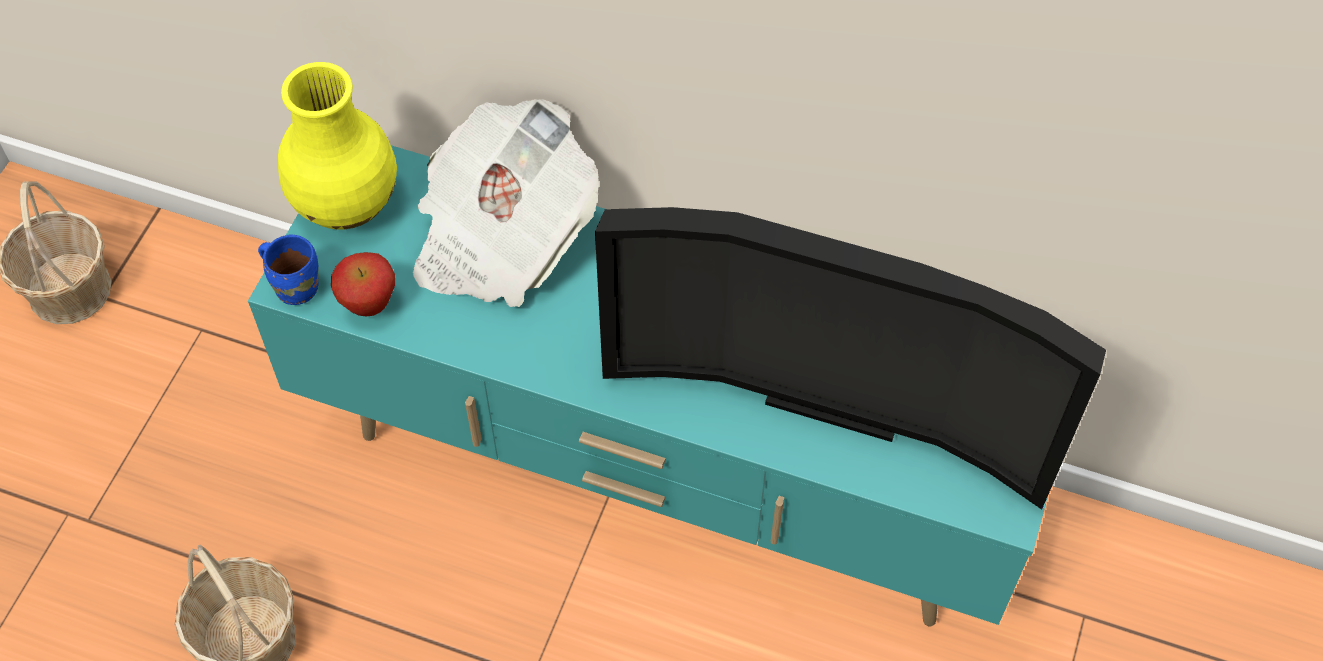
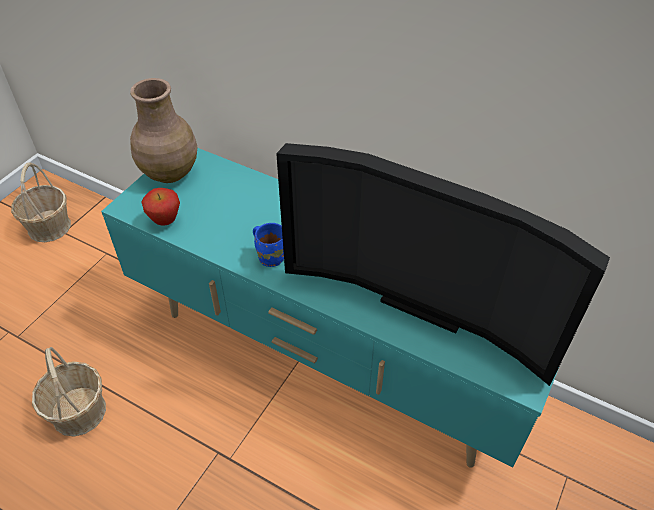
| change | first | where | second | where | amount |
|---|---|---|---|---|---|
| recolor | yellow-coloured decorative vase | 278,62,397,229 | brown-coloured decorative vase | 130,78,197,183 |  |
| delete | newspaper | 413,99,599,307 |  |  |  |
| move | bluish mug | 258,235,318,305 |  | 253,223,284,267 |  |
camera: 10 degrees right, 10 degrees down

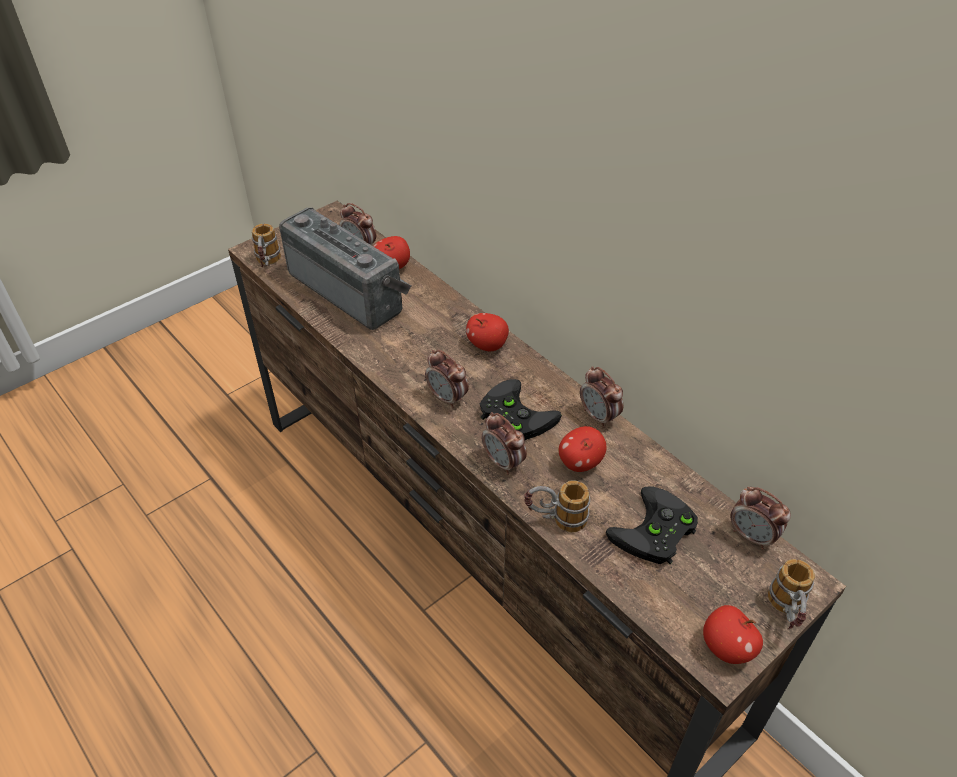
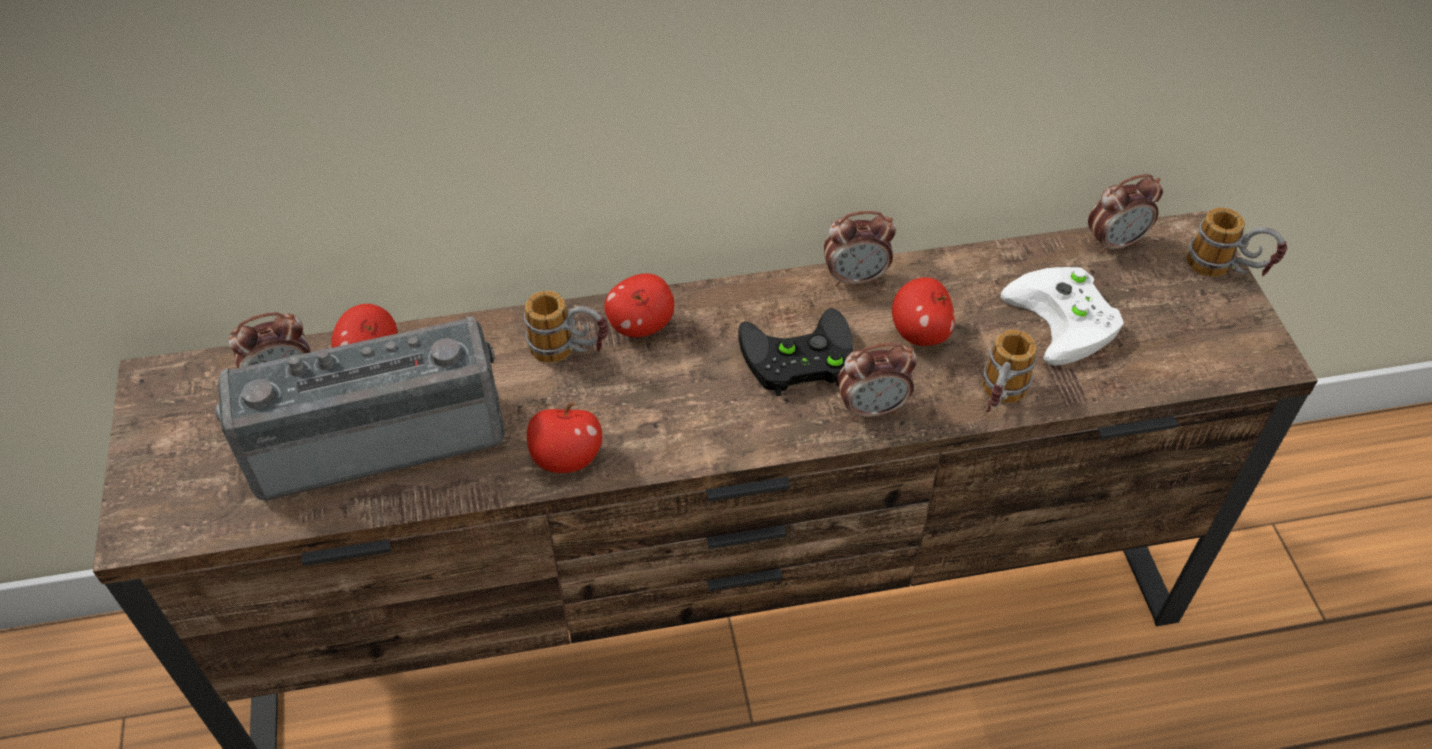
| change | first | where | second | where | amount |
|---|---|---|---|---|---|
| move | mug | 252,224,281,267 |  | 524,291,608,363 |  |
| delete | bedside clock | 425,350,469,408 |  |  |  |
| recolor | blackish joypad | 606,486,698,564 | white-coloured joypad | 1001,267,1124,366 |  |
| move | apple | 703,605,763,664 |  | 527,403,602,473 |  |
camera: 60 degrees left, 5 degrees up

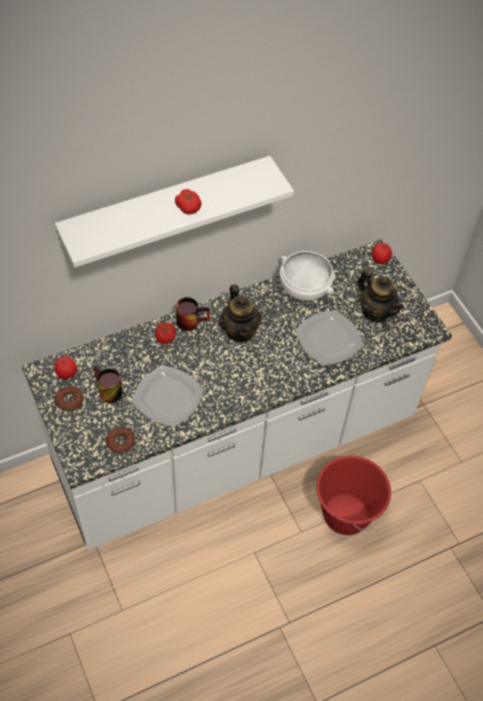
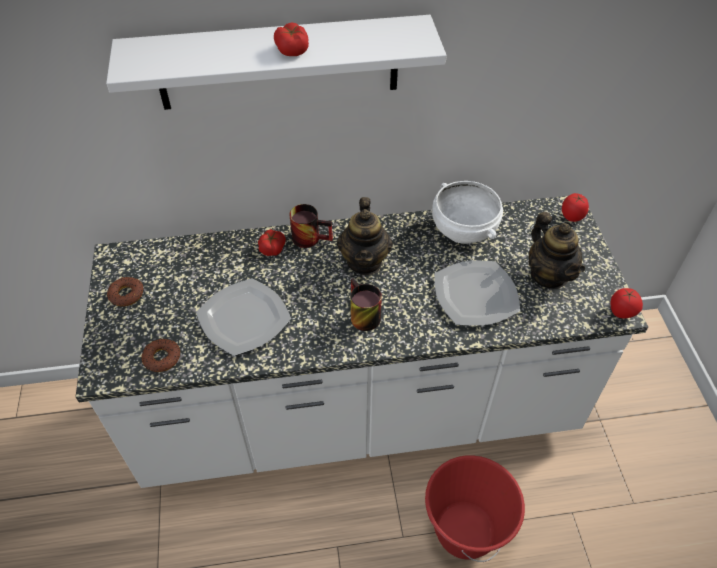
| change | first | where | second | where | amount |
|---|---|---|---|---|---|
| move | whole tomato | 55,356,77,379 |  | 611,288,643,318 |  |
| move | mug | 94,366,123,403 |  | 351,278,382,331 |  |
camera: 20 degrees right, 5 degrees down

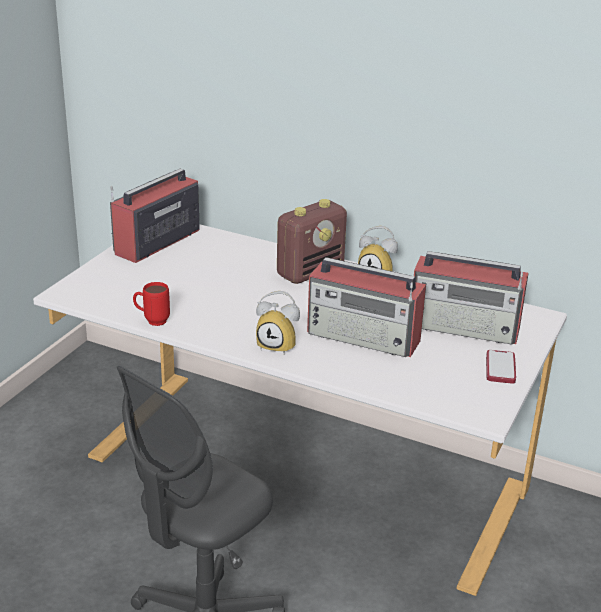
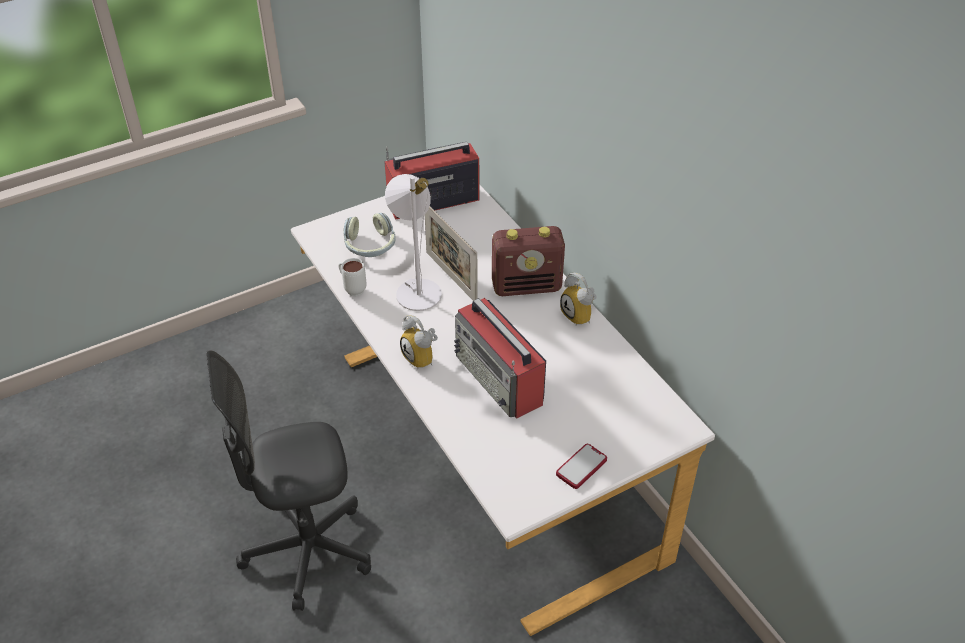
| change | first | where | second | where | amount |
|---|---|---|---|---|---|
| delete | radio receiver | 414,251,529,345 |  |  |  |
| recolor | reddish mug | 133,282,170,326 | white-coloured mug | 338,258,366,296 |  |
| insert |  |  | white-coloured table lamp | 385,174,442,311 |  |
| insert |  |  | standing frame | 425,206,478,301 |  |
| insert |  |  | headset | 344,213,396,257 |  |
camera: 35 degrees right, 15 degrees up

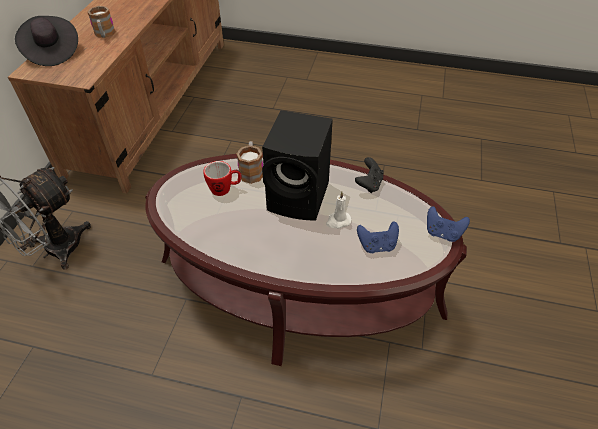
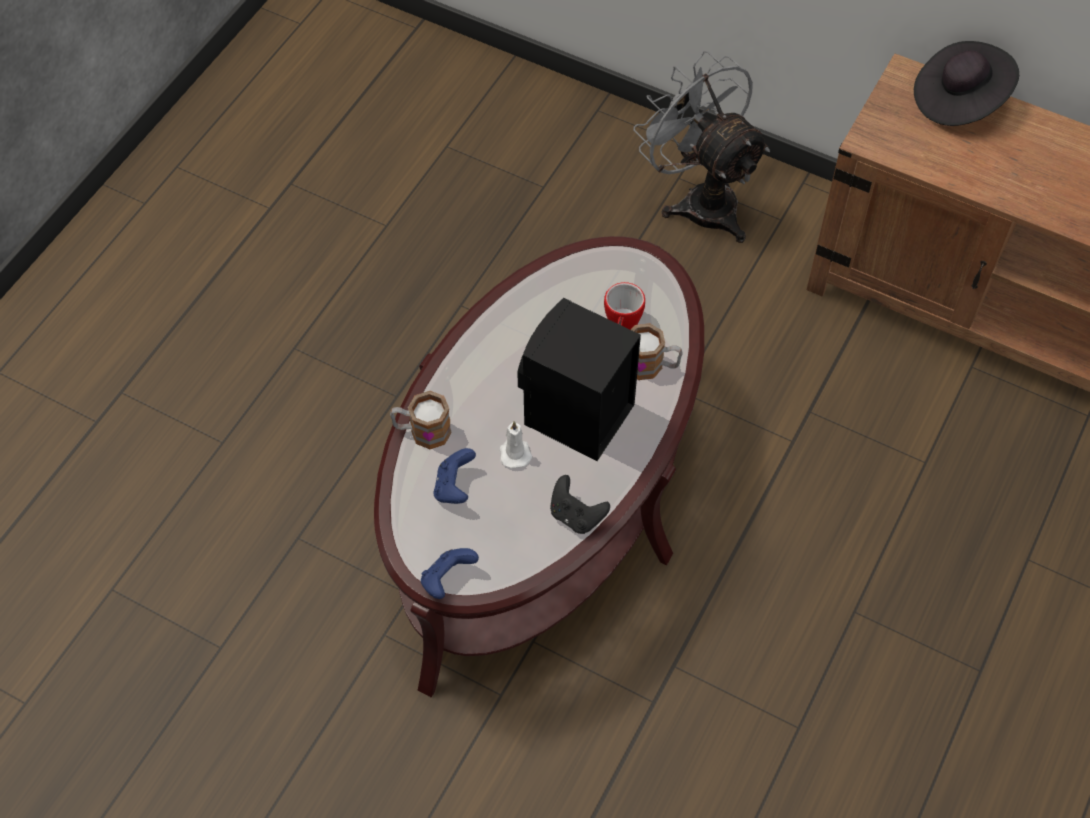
| change | first | where | second | where | amount |
|---|---|---|---|---|---|
| move | mug | 87,6,116,38 |  | 390,391,452,449 |  |
camera: 105 degrees right, 10 degrees up

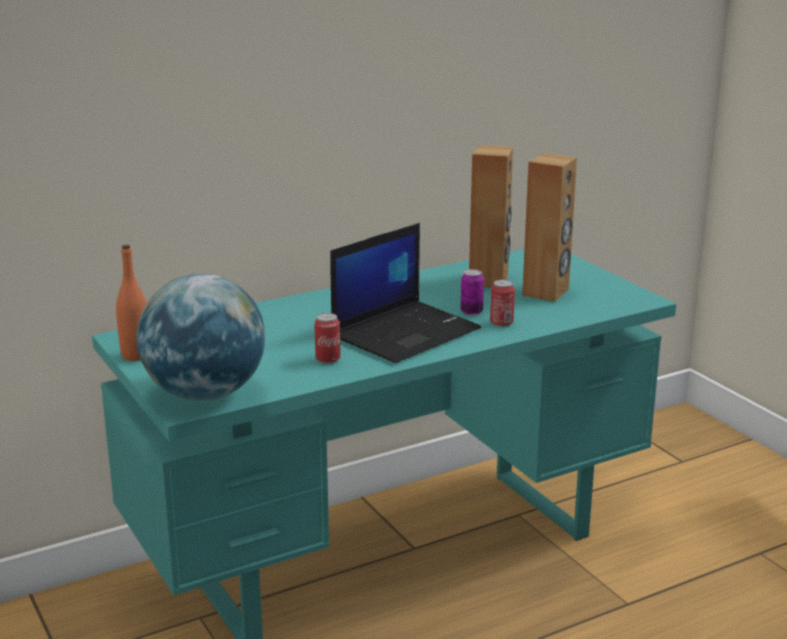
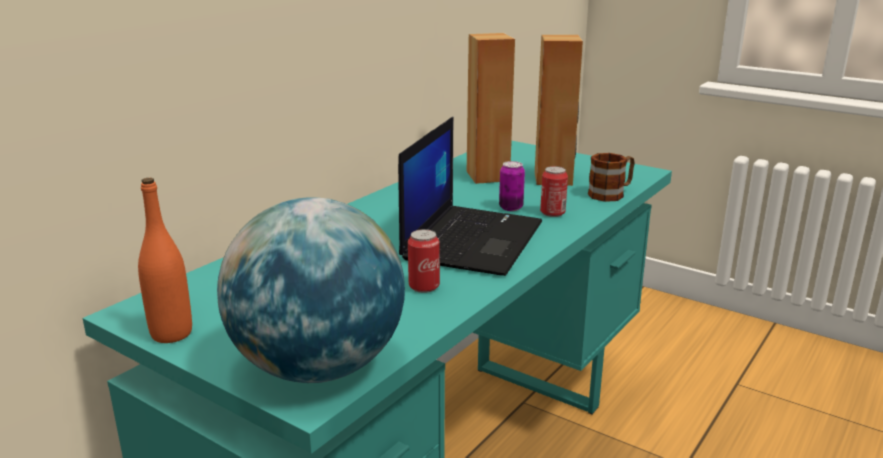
| change | first | where | second | where | amount |
|---|---|---|---|---|---|
| insert |  |  | mug | 588,153,635,202 |  |
camera: 25 degrees left, 0 degrees up

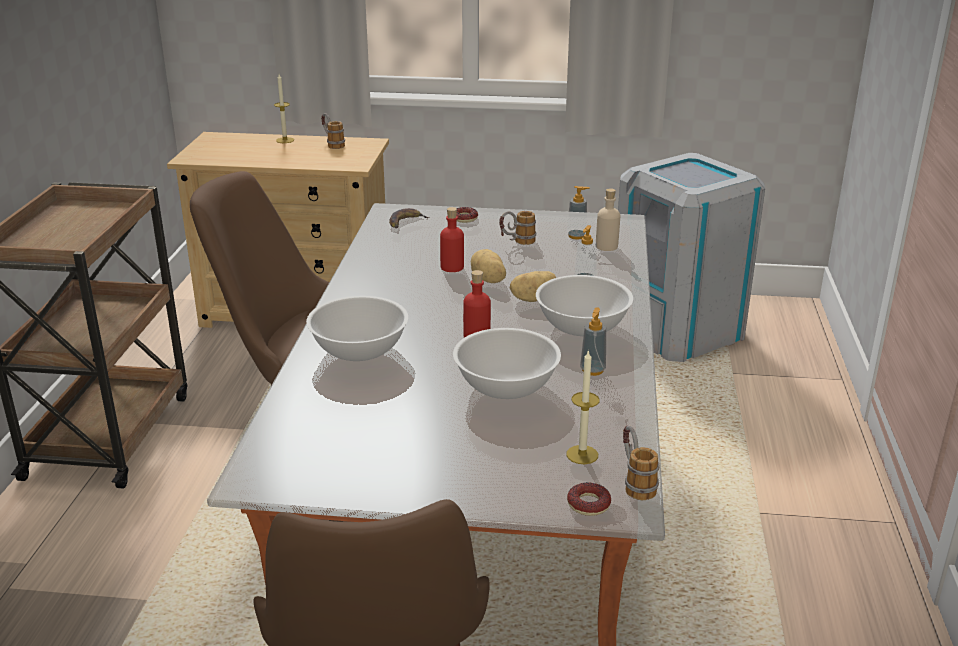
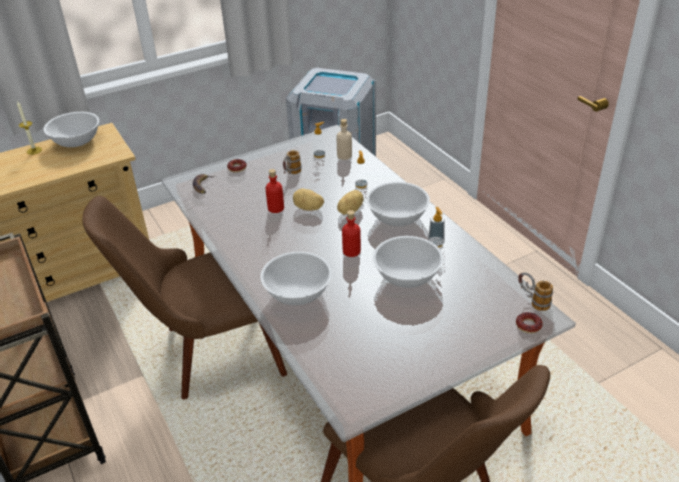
| change | first | where | second | where | amount |
|---|---|---|---|---|---|
| replace | mug | 321,113,345,149 | white-coloured deep dish | 44,112,99,147 |  |
| delete | candle | 566,350,600,464 |  |  |  |
camera: 35 degrees left, 10 degrees up

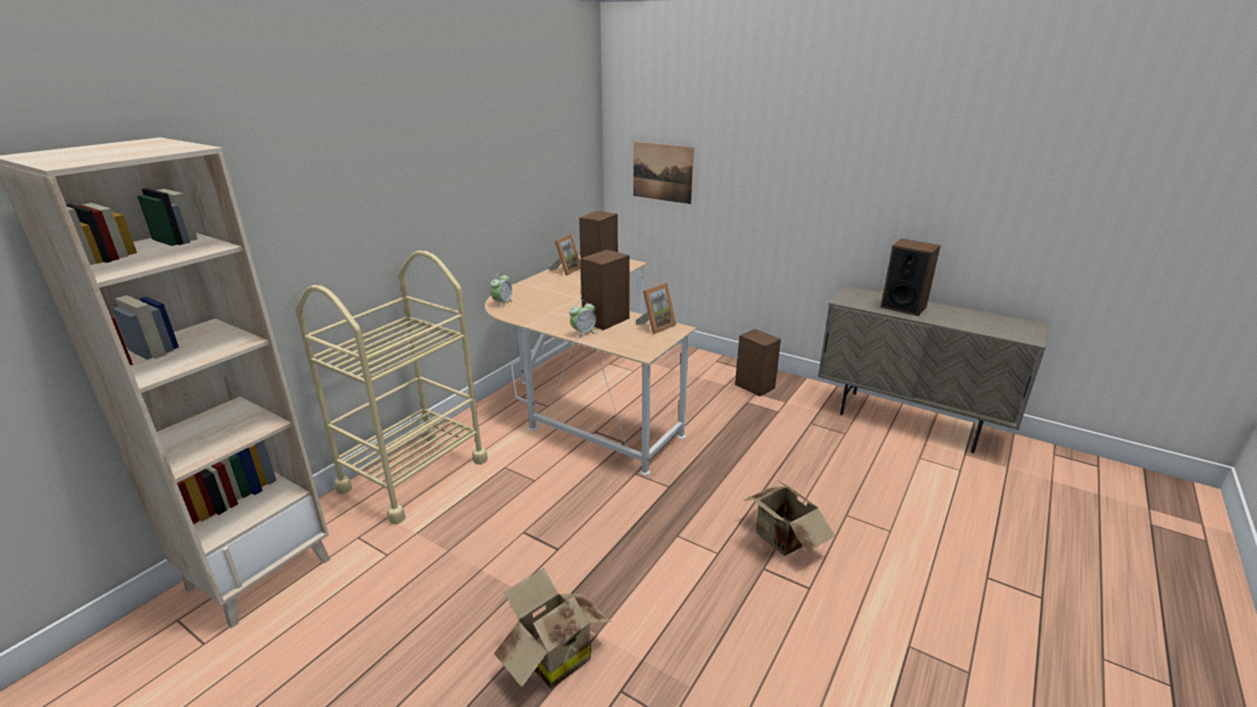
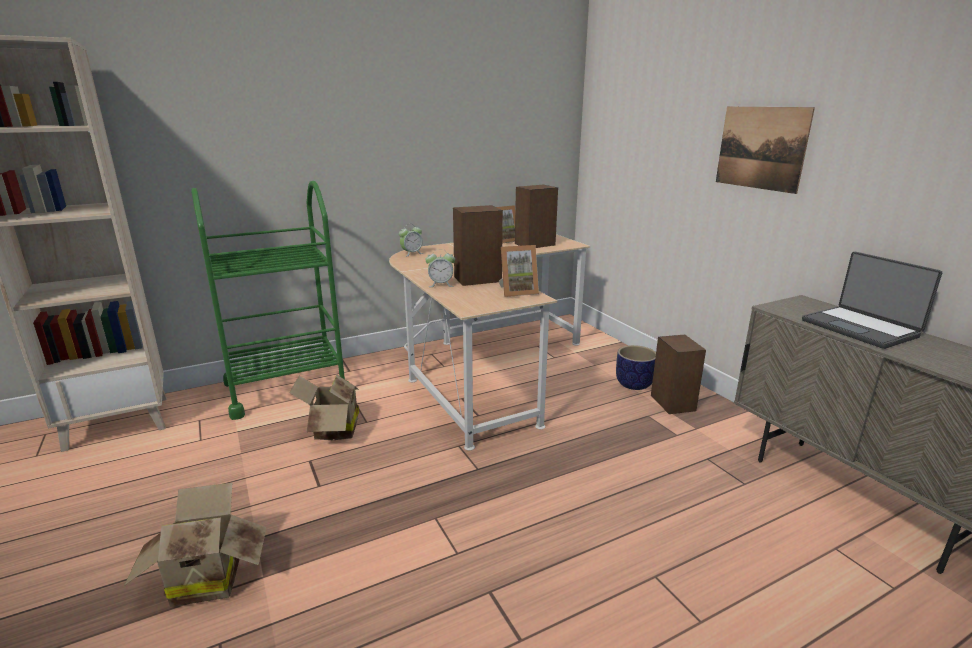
| change | first | where | second | where | amount |
|---|---|---|---|---|---|
| move | wall picture | 633,142,694,204 |  | 716,107,815,194 |  |
| replace | loudspeaker | 881,239,941,316 | laptop | 802,252,942,349 |  |
| recolor | beige wheeled cart | 295,251,488,524 | greenish wheeled cart | 191,181,345,420 |  |
| move | packing box | 743,481,835,556 |  | 289,375,359,440 |  |
| insert |  |  | planter | 616,345,656,390 |  |
camera: 30 degrees right, 5 degrees down

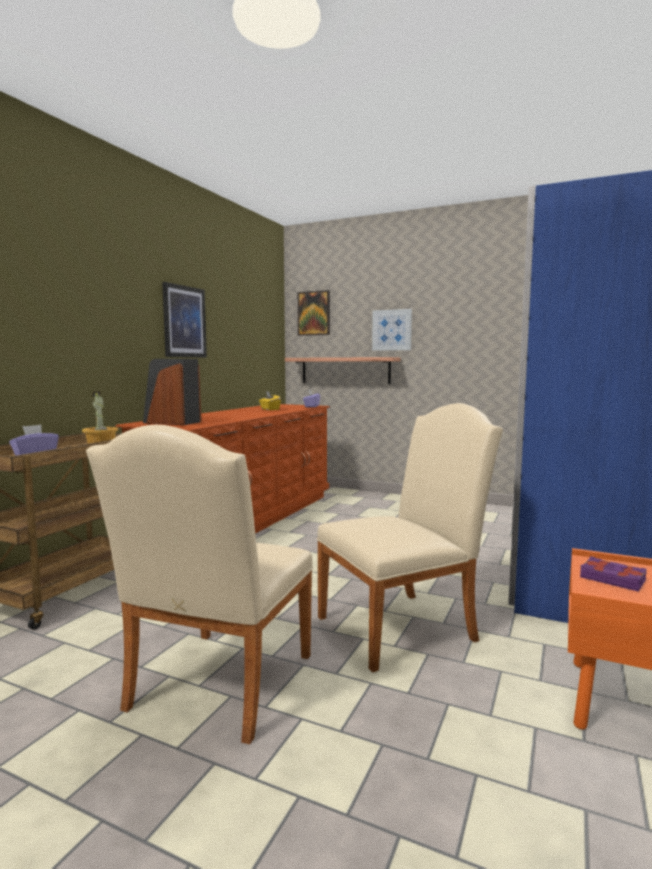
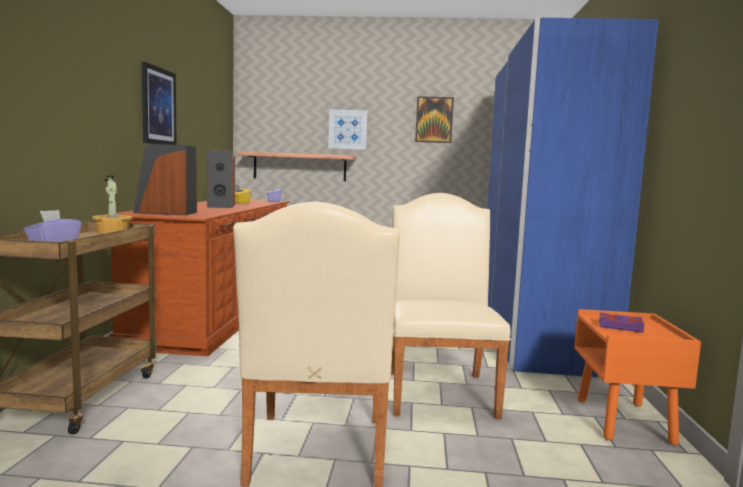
| change | first | where | second | where | amount |
|---|---|---|---|---|---|
| move | wall picture | 298,290,330,336 |  | 415,96,454,143 |  |
| rotate | beige chair | 317,403,503,673 |  | 391,193,511,420 | 45 degrees counterclockwise |
| insert |  |  | loudspeaker | 207,150,235,208 |  |
camera: 20 degrees left, 0 degrees up

